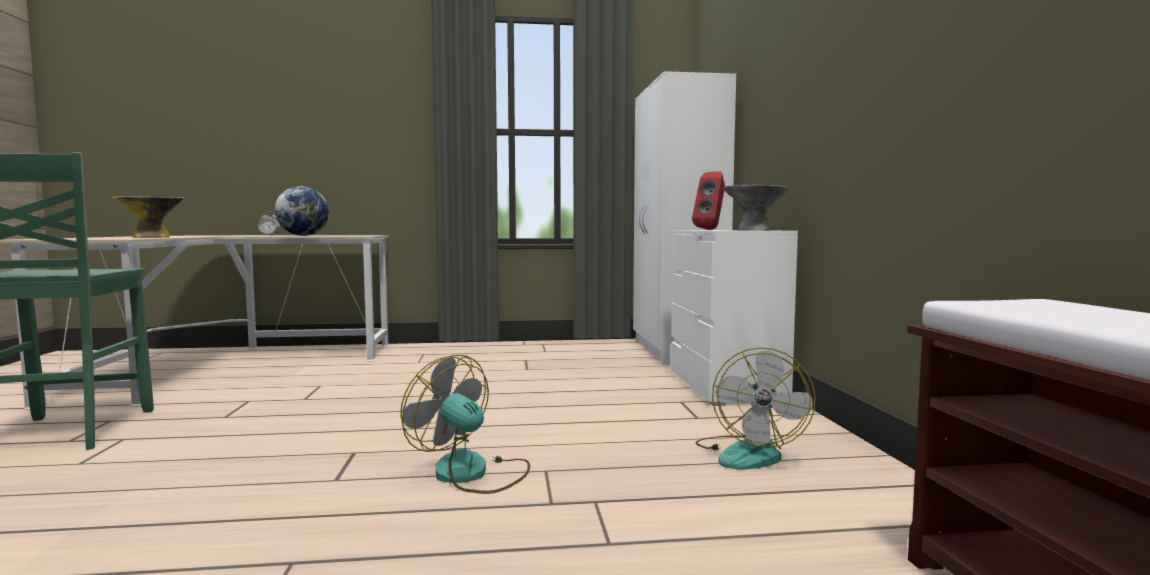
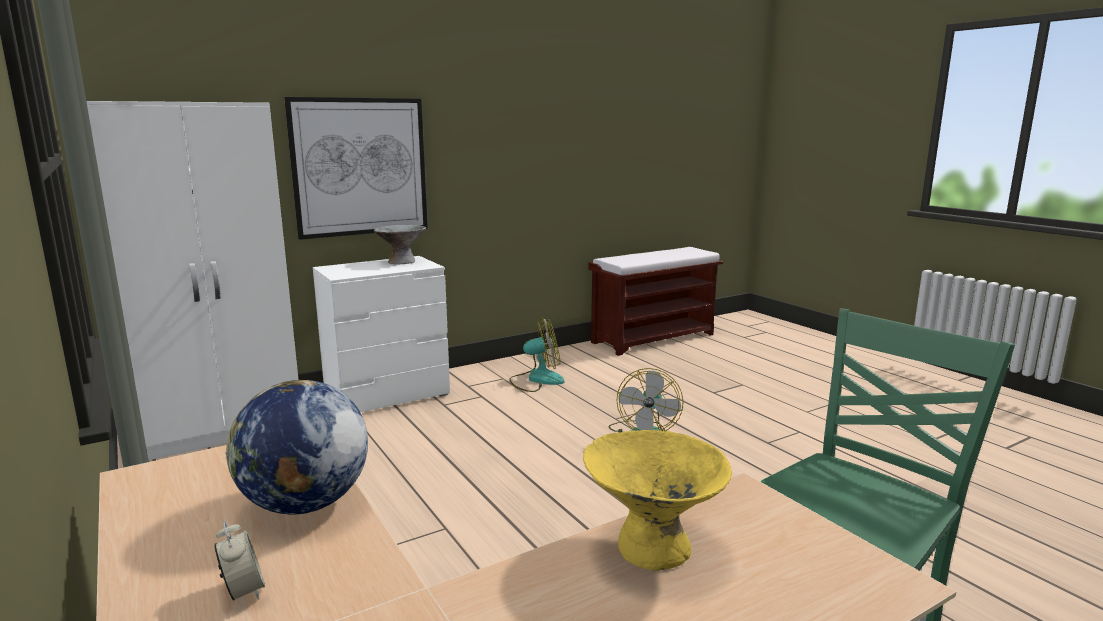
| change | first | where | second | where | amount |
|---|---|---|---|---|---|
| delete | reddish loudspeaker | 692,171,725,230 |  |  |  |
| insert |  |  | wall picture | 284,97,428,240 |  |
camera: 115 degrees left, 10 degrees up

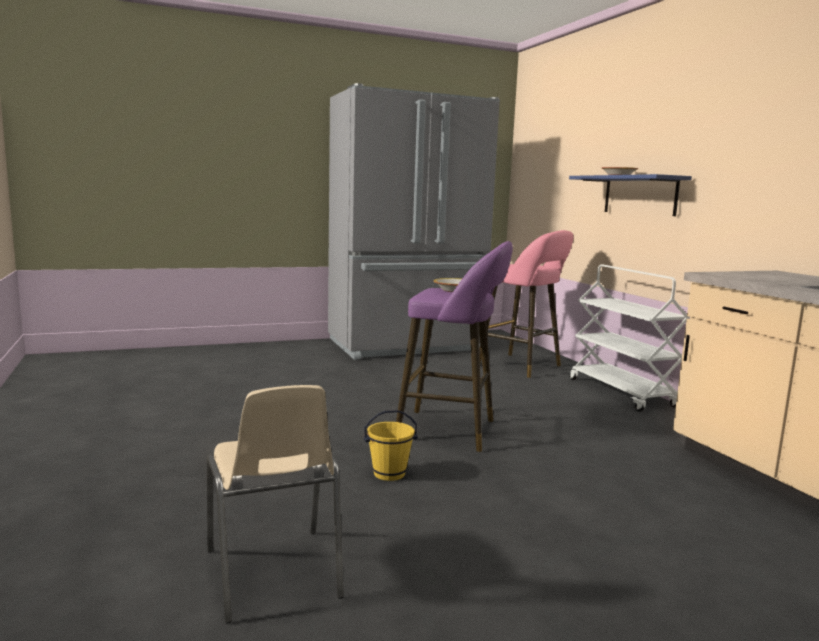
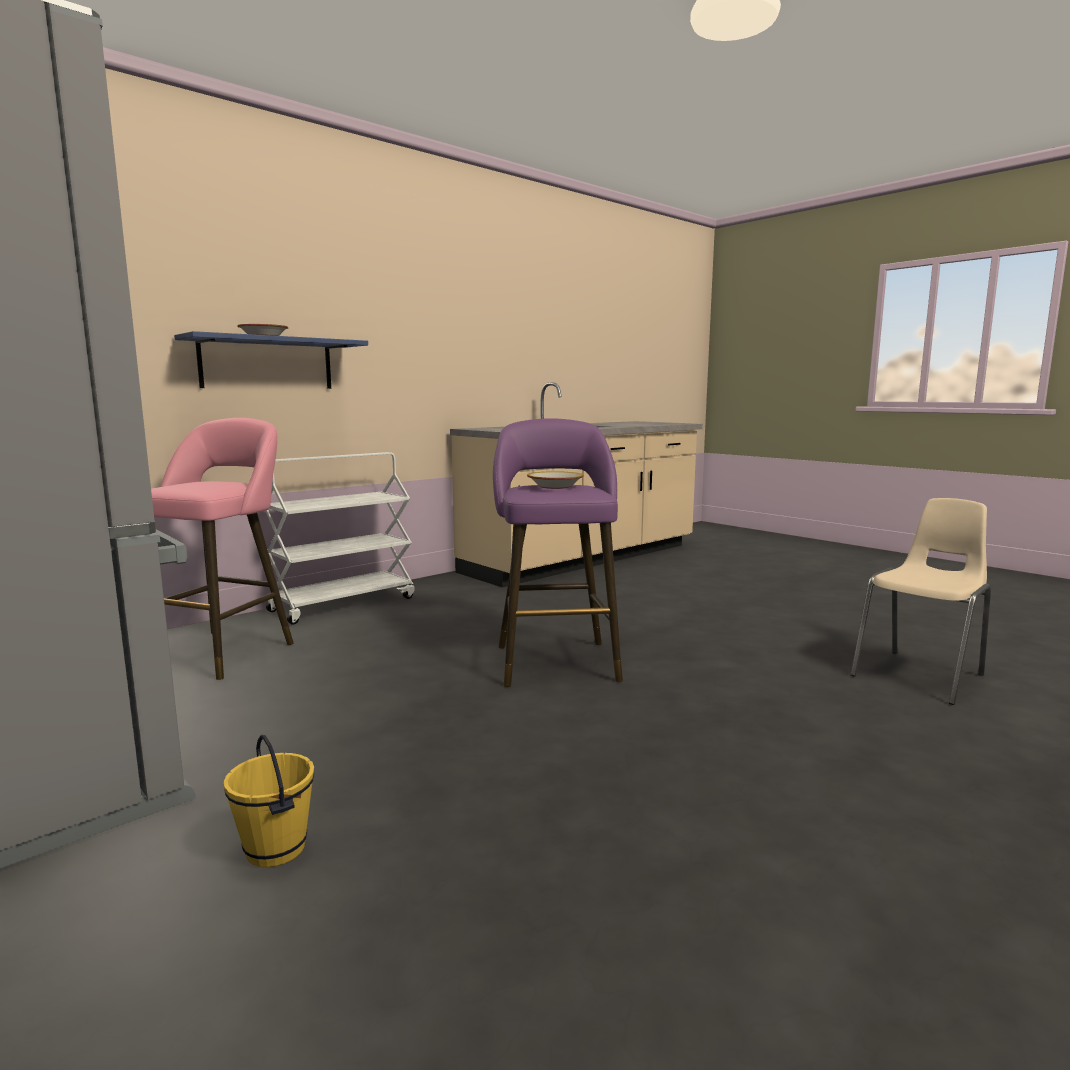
| change | first | where | second | where | amount |
|---|---|---|---|---|---|
| move | yellow-coloured bucket | 364,410,418,481 |  | 224,735,314,867 |  |
camera: 110 degrees left, 0 degrees up

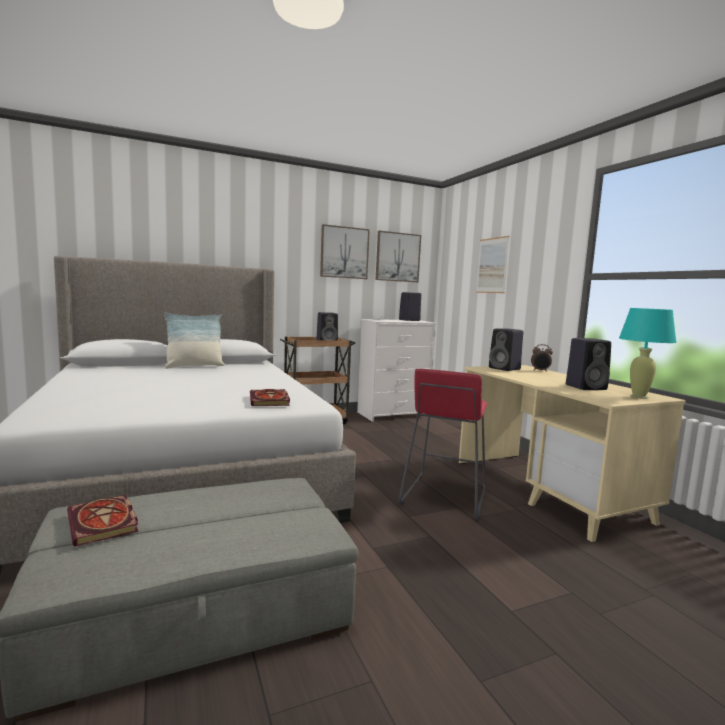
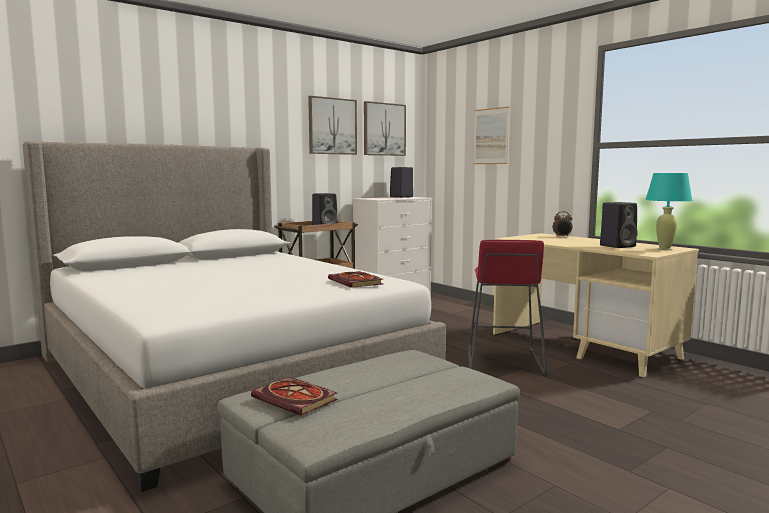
| change | first | where | second | where | amount |
|---|---|---|---|---|---|
| delete | pillow | 164,312,225,369 |  |  |  |
| delete | blackish loudspeaker | 489,328,524,371 |  |  |  |
camera: 15 degrees left, 0 degrees up

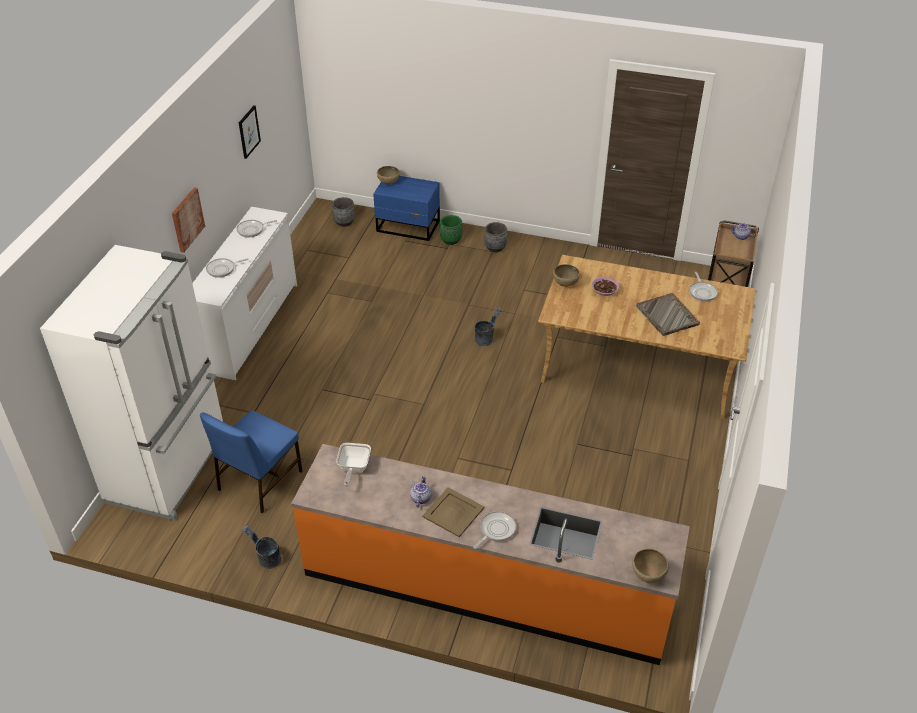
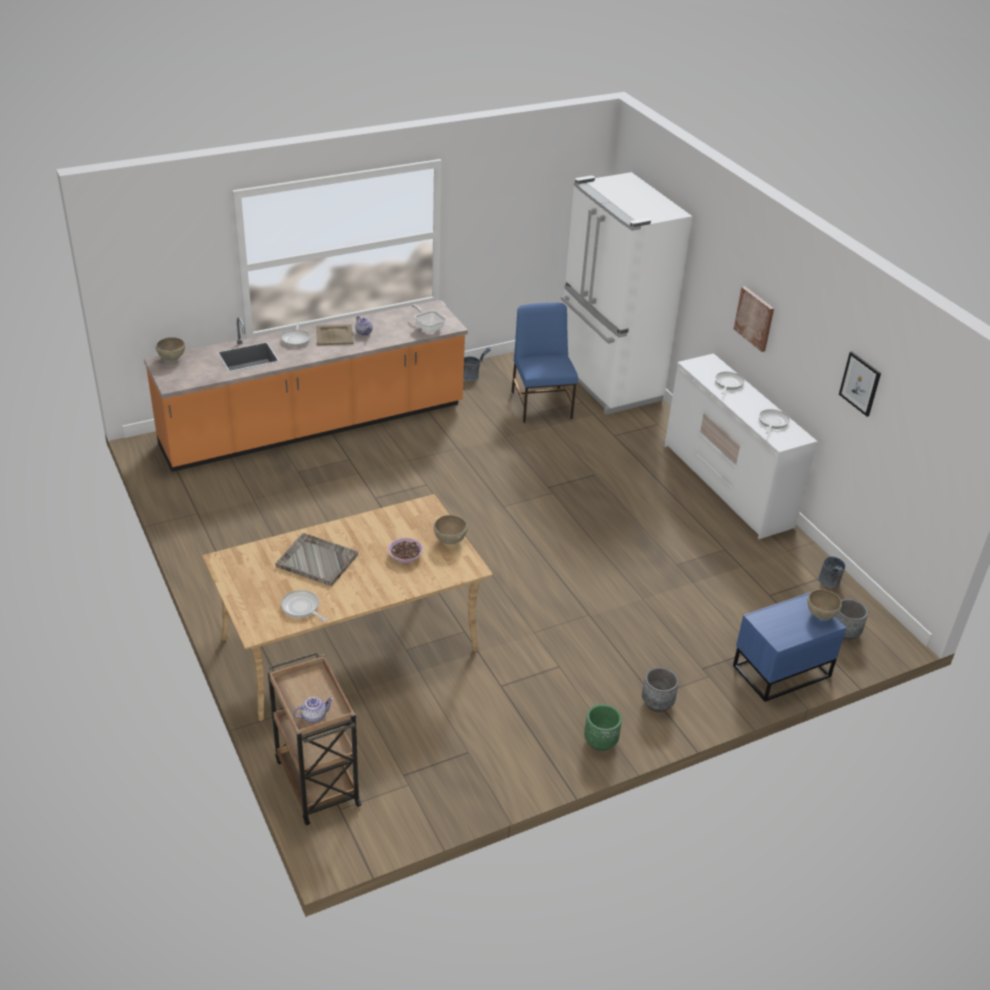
| change | first | where | second | where | amount |
|---|---|---|---|---|---|
| move | greenish planter | 440,215,462,245 |  | 584,704,622,751 |  |
| move | greyish bucket | 475,307,502,346 |  | 818,557,846,588 |  |
camera: 135 degrees right, 5 degrees down

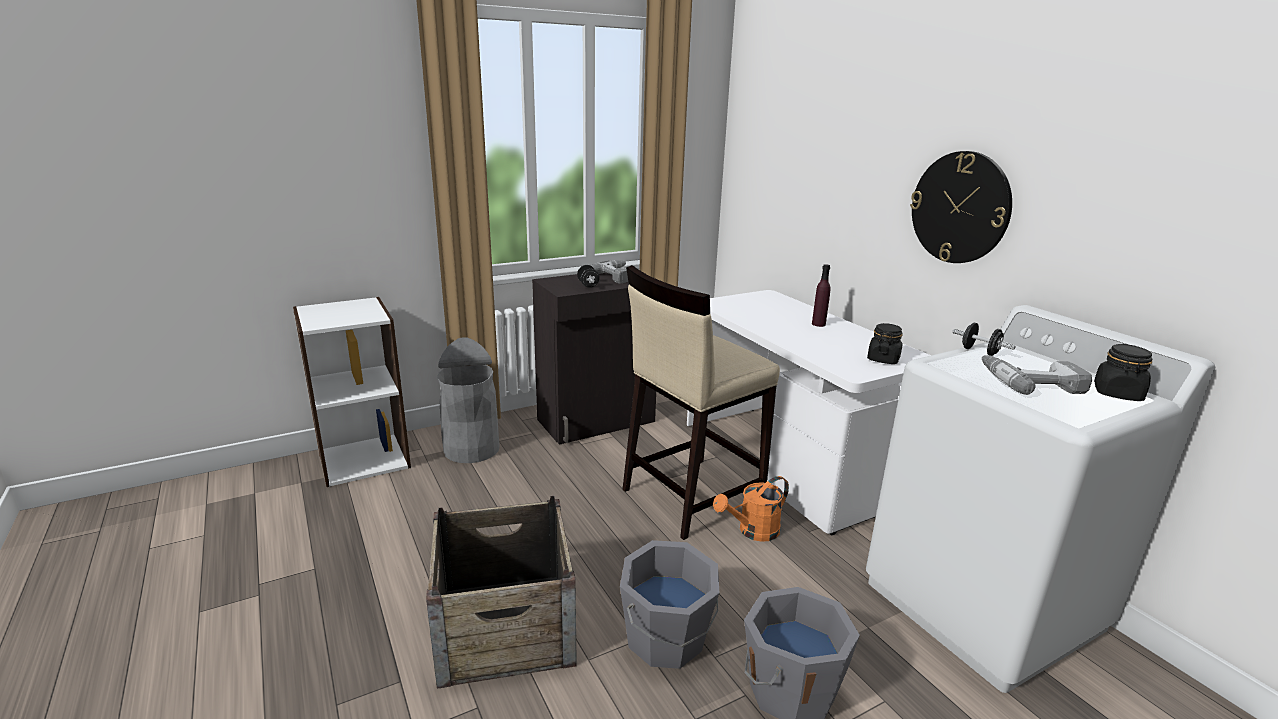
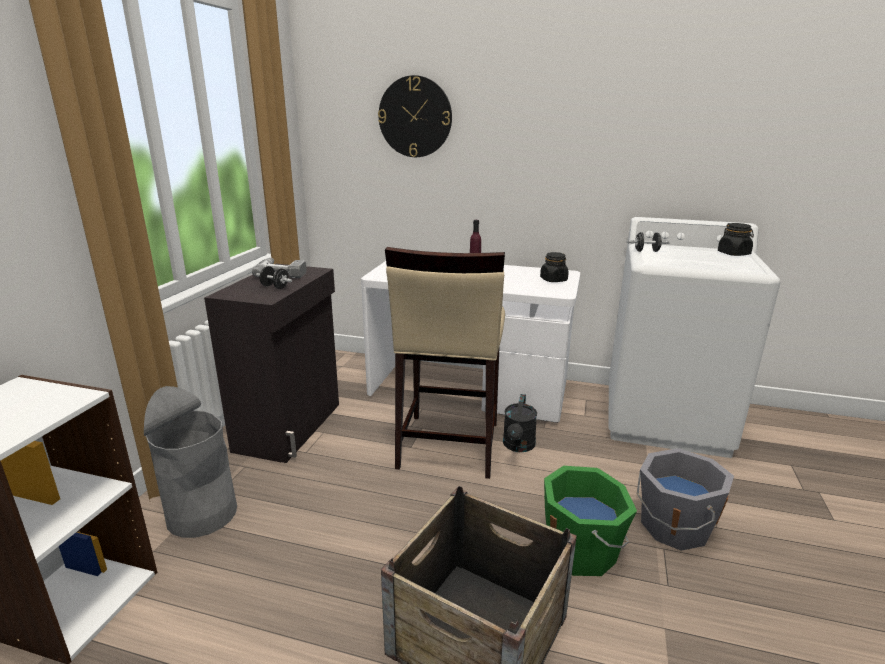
| change | first | where | second | where | amount |
|---|---|---|---|---|---|
| move | hanging clock | 910,151,1012,263 |  | 378,75,452,157 |  |
| delete | electric drill | 982,355,1092,395 |  |  |  |
| recolor | orange-coloured watering can | 713,476,789,542 | blackish watering can | 503,394,537,452 |  |
| recolor | greyish bucket | 620,540,719,669 | greenish bucket | 544,466,637,576 |  |
camera: 45 degrees left, 0 degrees up

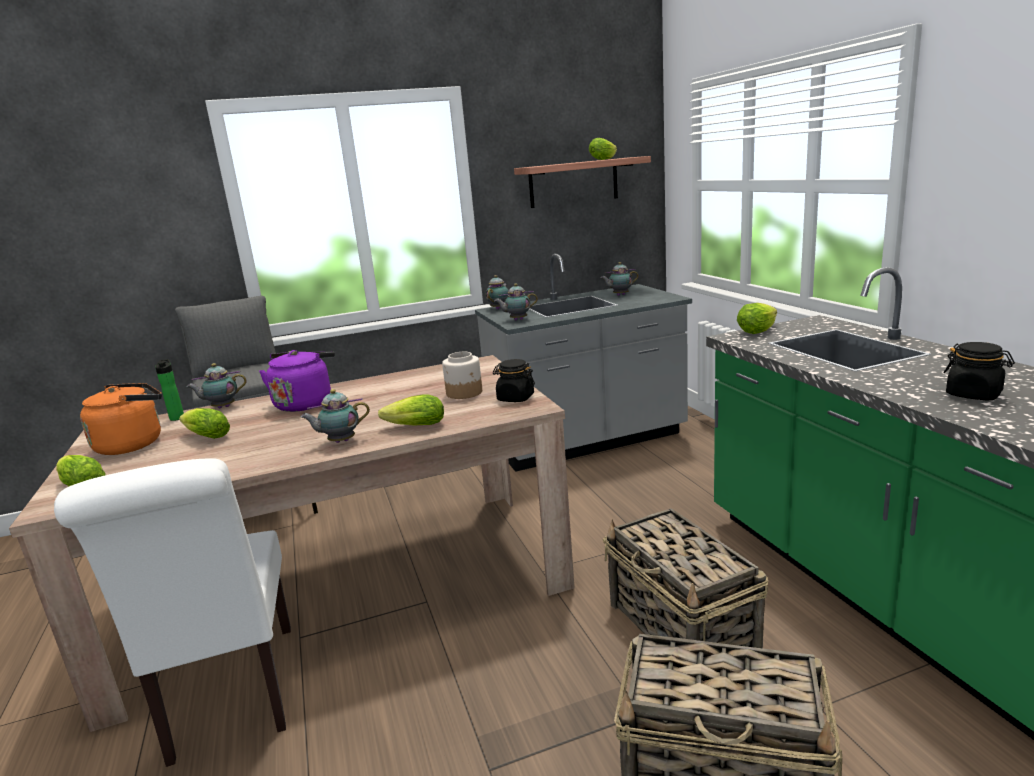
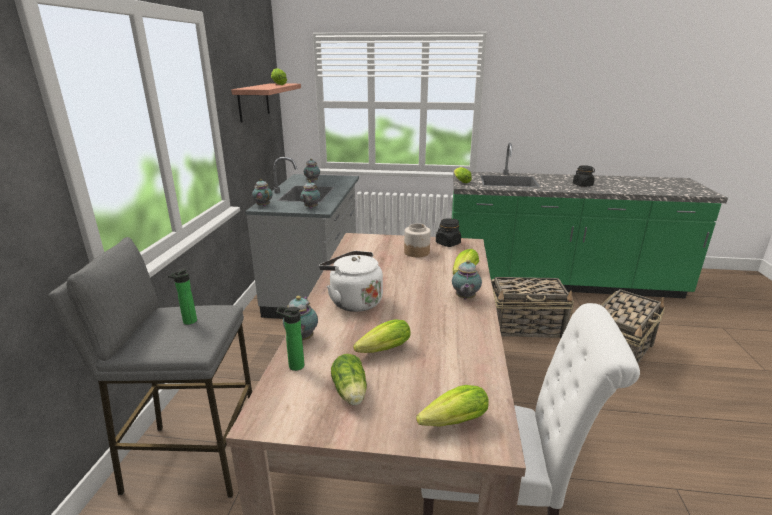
| change | first | where | second | where | amount |
|---|---|---|---|---|---|
| recolor | purplish water kettle | 259,350,335,412 | white-coloured water kettle | 319,251,383,312 |  |
| replace | orange-coloured water kettle | 80,383,162,455 | head of lettuce | 331,354,367,405 |  |
| insert |  |  | drink bottle | 168,268,197,325 |  |
camera: 65 degrees left, 5 degrees up

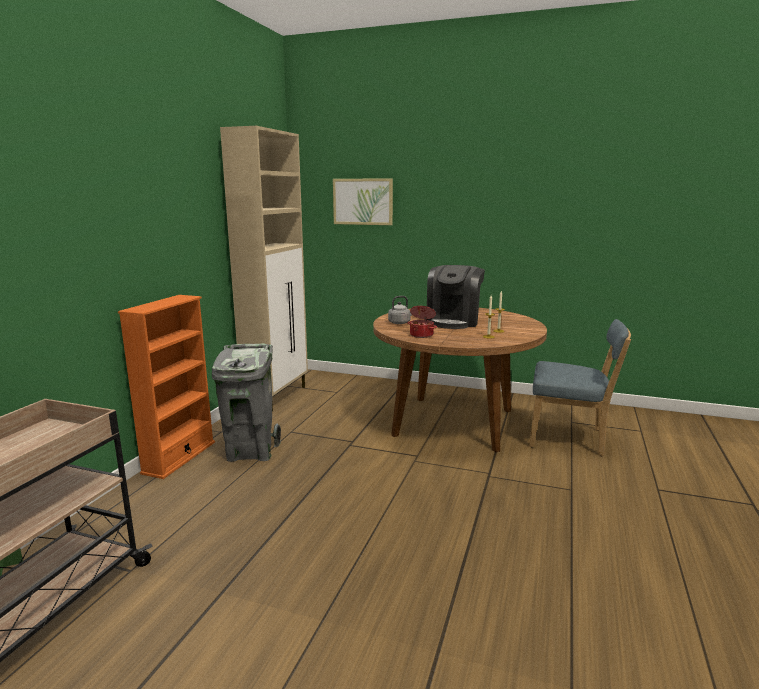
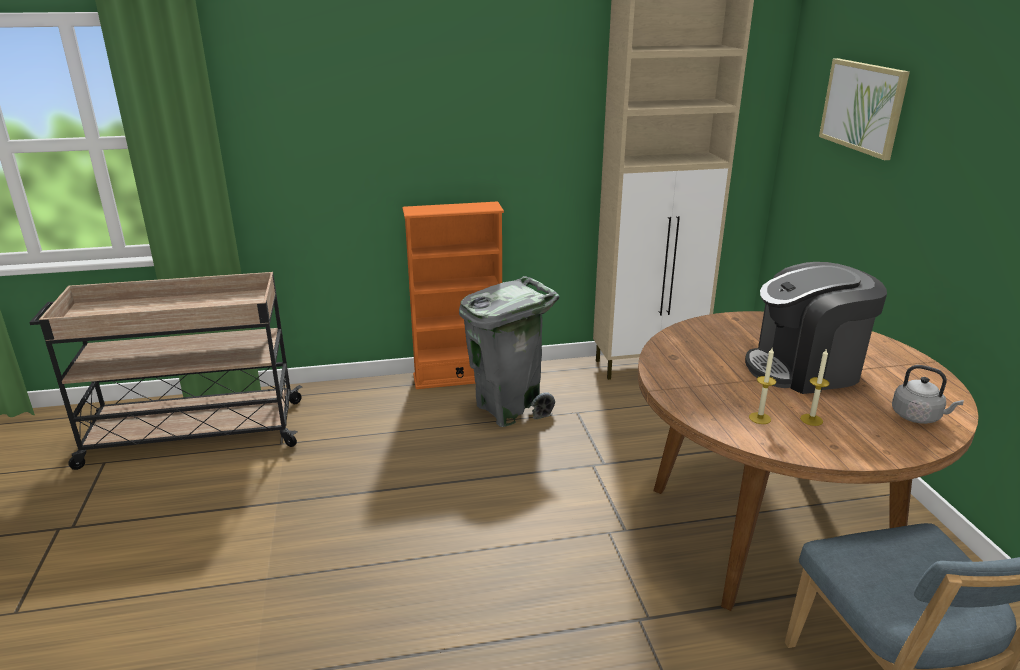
| change | first | where | second | where | amount |
|---|---|---|---|---|---|
| move | greyish water kettle | 388,296,412,324 |  | 892,365,964,424 |  |
| delete | saucepot | 408,306,437,338 |  |  |  |
camera: 60 degrees right, 10 degrees up

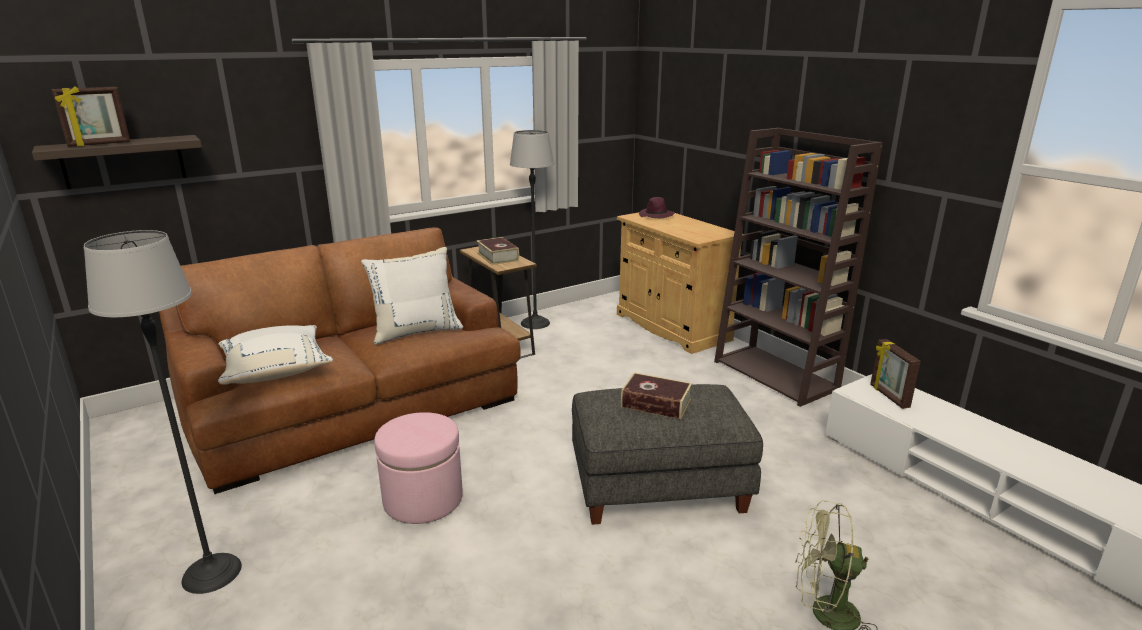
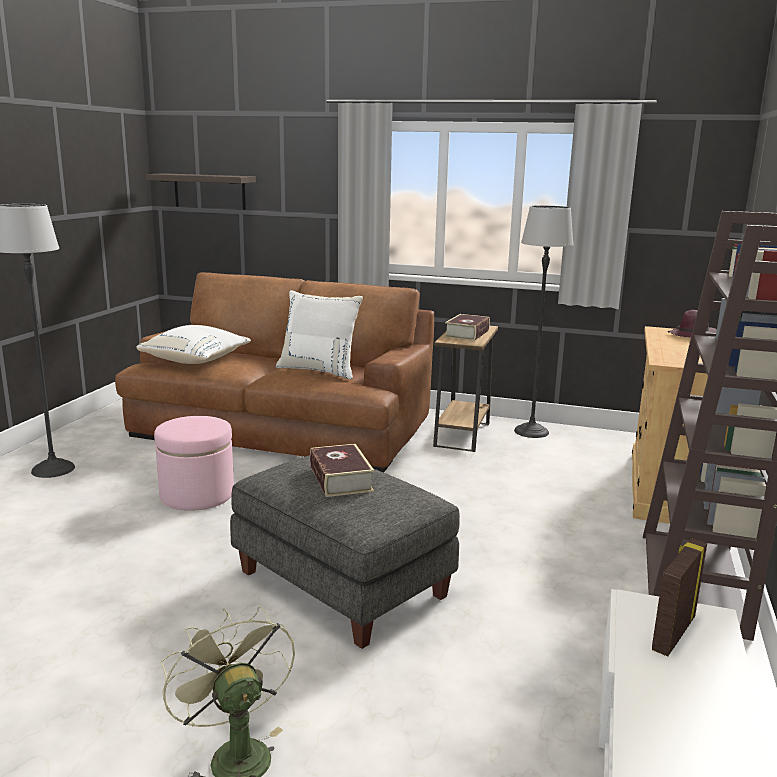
| change | first | where | second | where | amount |
|---|---|---|---|---|---|
| delete | standing frame | 52,86,130,147 |  |  |  |
camera: 50 degrees right, 5 degrees down

